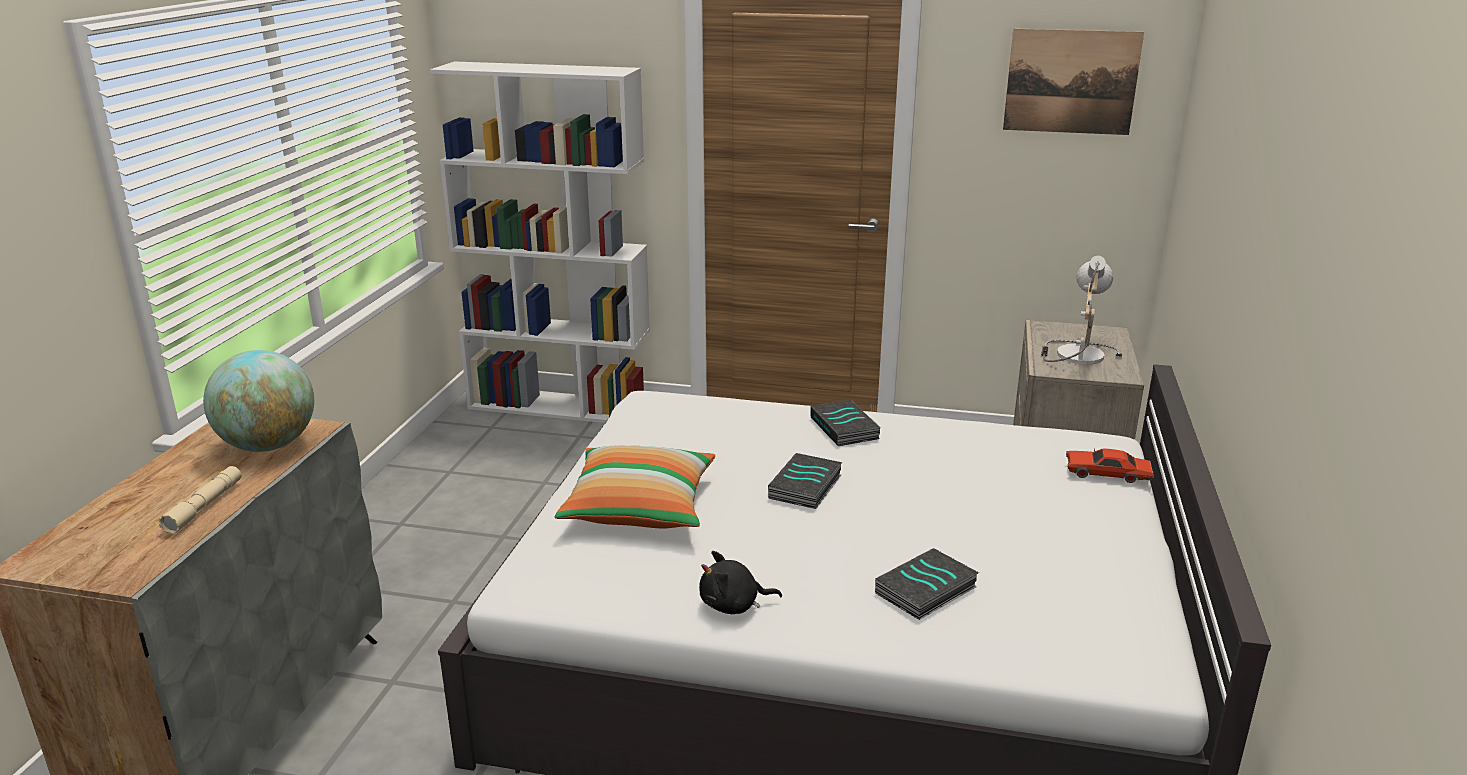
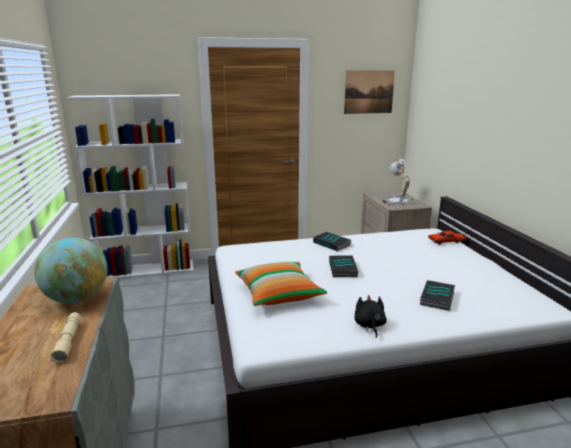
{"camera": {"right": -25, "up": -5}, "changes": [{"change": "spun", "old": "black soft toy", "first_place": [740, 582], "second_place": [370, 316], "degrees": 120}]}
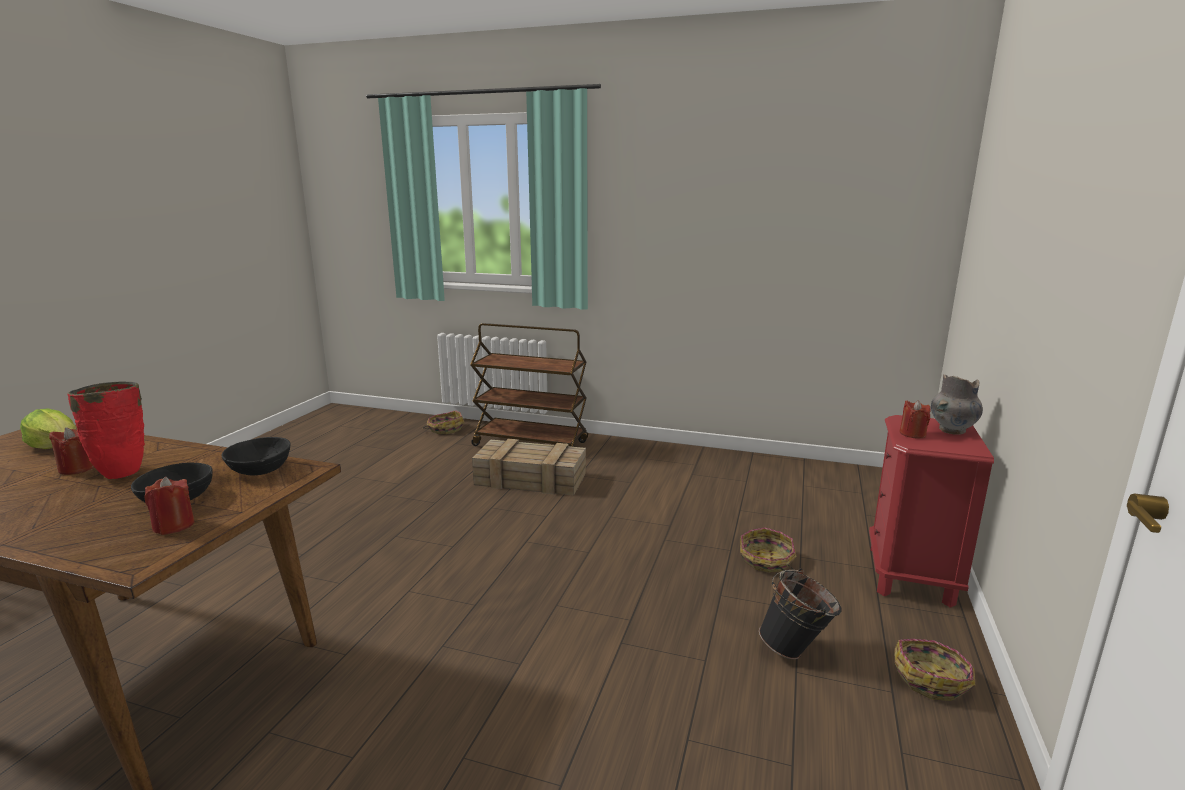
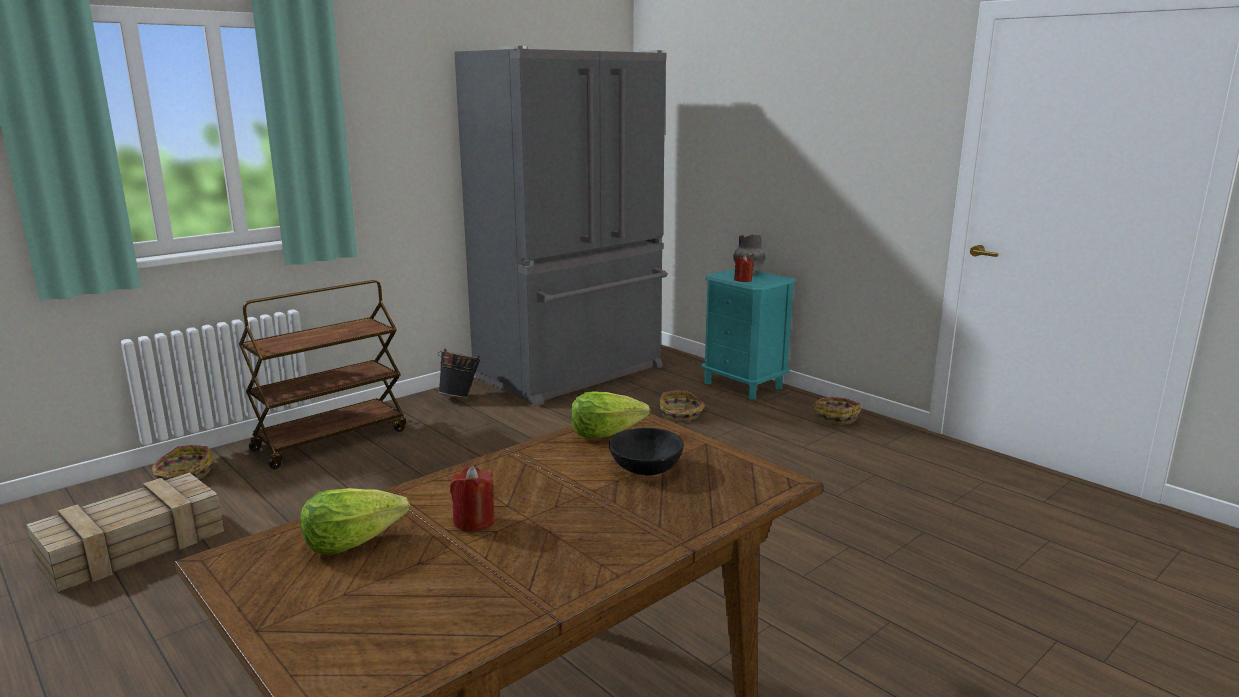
{"camera": {"right": -60, "up": 0}, "changes": [{"change": "relocated", "old": "shipping crate", "first_place": [529, 467], "second_place": [125, 533]}, {"change": "relocated", "old": "black bucket", "first_place": [800, 613], "second_place": [459, 373]}, {"change": "appeared", "new": "grey kitchen fridge", "second_place": [560, 226]}, {"change": "exchanged", "old": "black deep dish", "new": "head of lettuce", "first_place": [256, 456], "second_place": [610, 415]}, {"change": "colour", "old": "reddish nightstand", "new": "turquoise-coloured nightstand", "first_place": [931, 511], "second_place": [749, 334]}, {"change": "missing", "old": "reddish flower vase", "first_place": [106, 430]}, {"change": "missing", "old": "reddish wax candle", "first_place": [169, 506]}]}
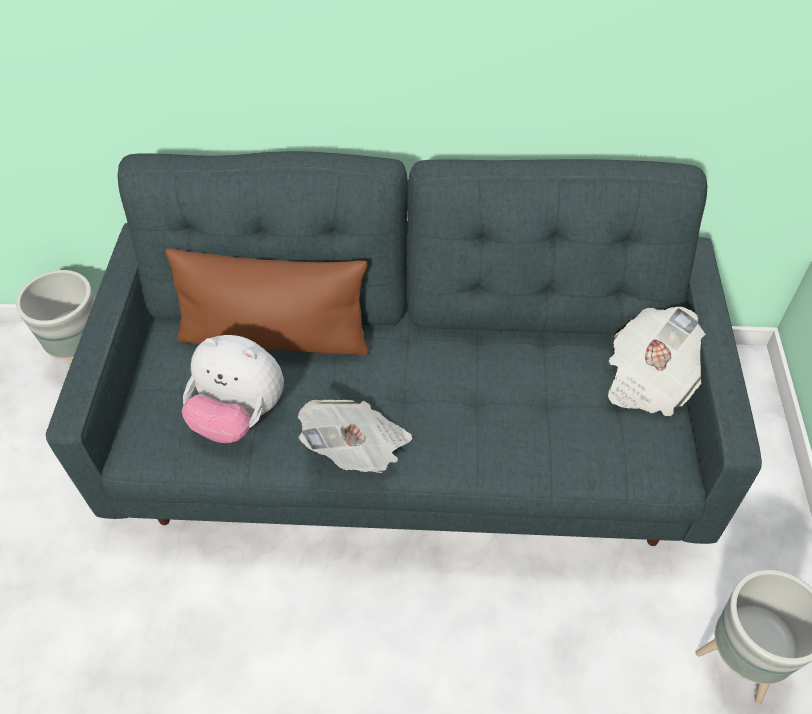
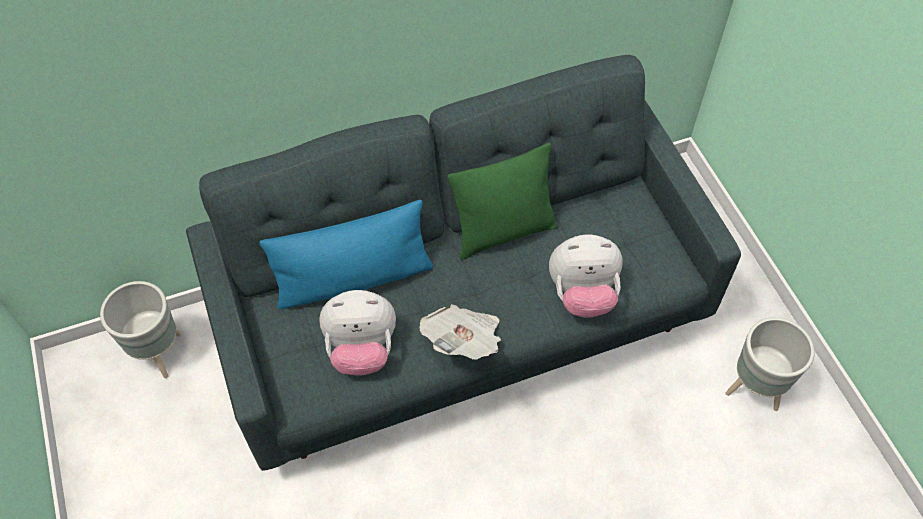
{"camera": {"right": -25, "up": 5}, "changes": [{"change": "colour", "old": "brownish pillow", "new": "blue-coloured pillow", "first_place": [267, 302], "second_place": [346, 255]}, {"change": "appeared", "new": "green pillow", "second_place": [503, 201]}, {"change": "appeared", "new": "soft toy", "second_place": [586, 276]}, {"change": "missing", "old": "newspaper", "first_place": [657, 361]}]}
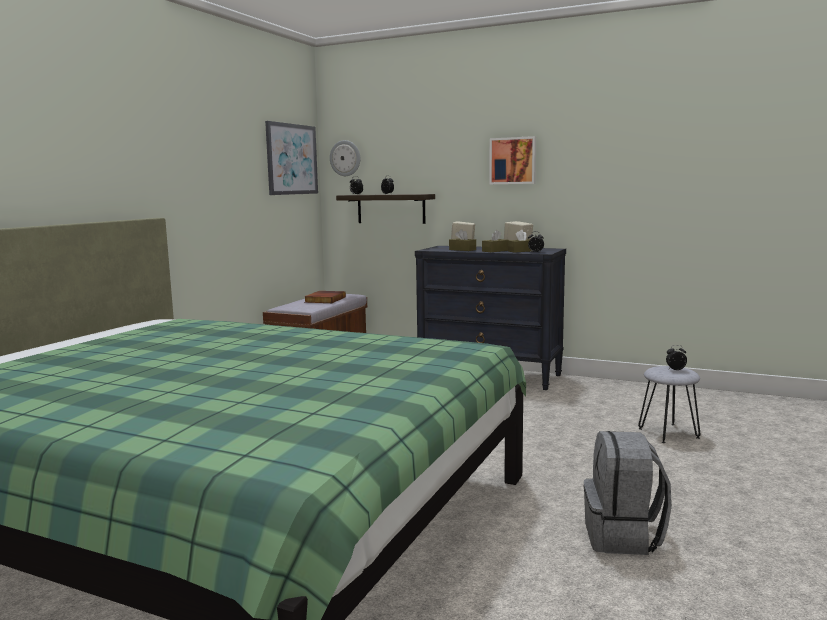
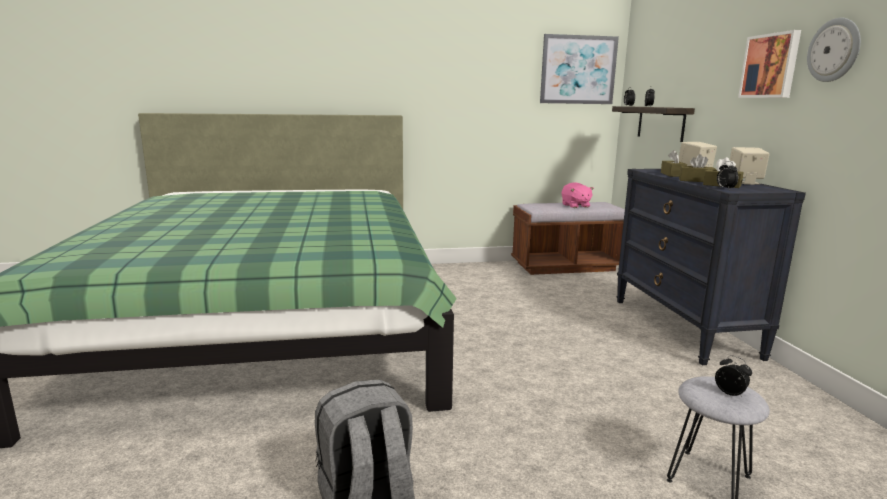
{"camera": {"right": 55, "up": 5}, "changes": [{"change": "exchanged", "old": "volume", "new": "pink soft toy", "first_place": [325, 297], "second_place": [578, 195]}, {"change": "relocated", "old": "wall clock", "first_place": [345, 158], "second_place": [834, 50]}]}
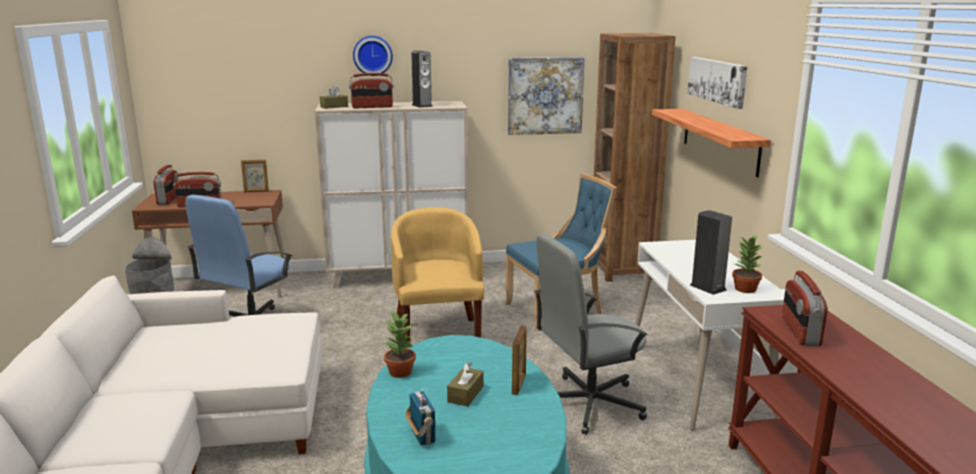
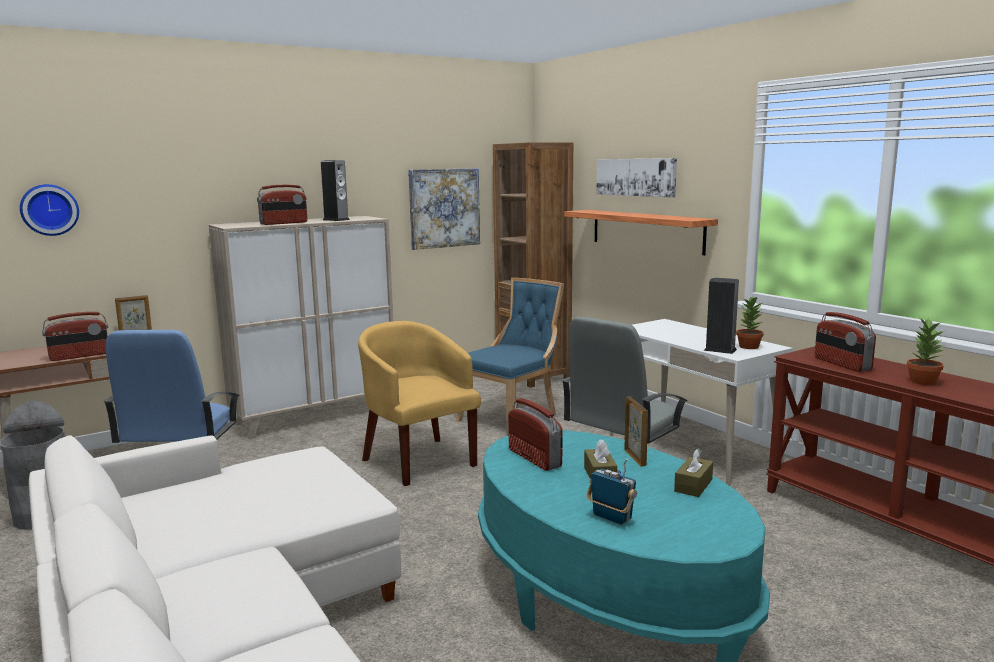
{"camera": {"right": -25, "up": -5}, "changes": [{"change": "relocated", "old": "wall clock", "first_place": [373, 56], "second_place": [49, 210]}, {"change": "relocated", "old": "radio receiver", "first_place": [166, 185], "second_place": [535, 434]}, {"change": "relocated", "old": "brownish box of tissues", "first_place": [334, 97], "second_place": [693, 473]}, {"change": "relocated", "old": "plant in a pot", "first_place": [400, 344], "second_place": [926, 351]}]}
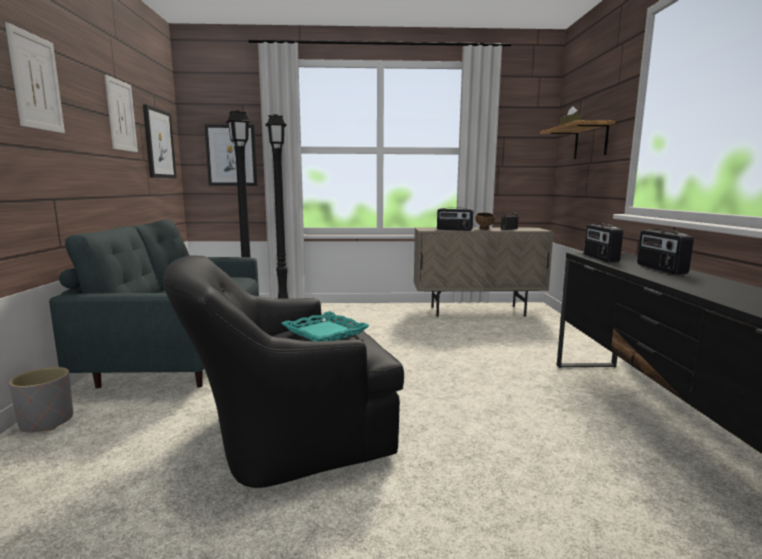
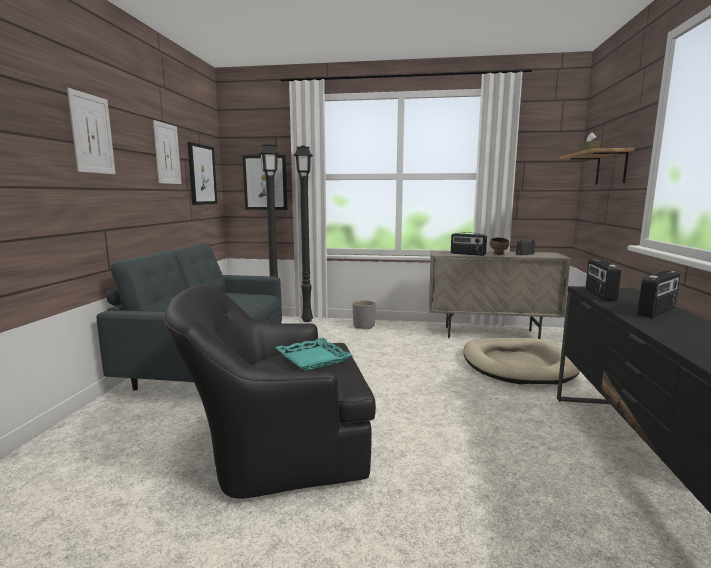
{"camera": {"right": 10, "up": 0}, "changes": [{"change": "relocated", "old": "grey flower pot", "first_place": [41, 399], "second_place": [364, 314]}, {"change": "appeared", "new": "beige dog cushion", "second_place": [522, 361]}, {"change": "spun", "old": "radio receiver", "first_place": [665, 251], "second_place": [658, 294], "degrees": -135}]}
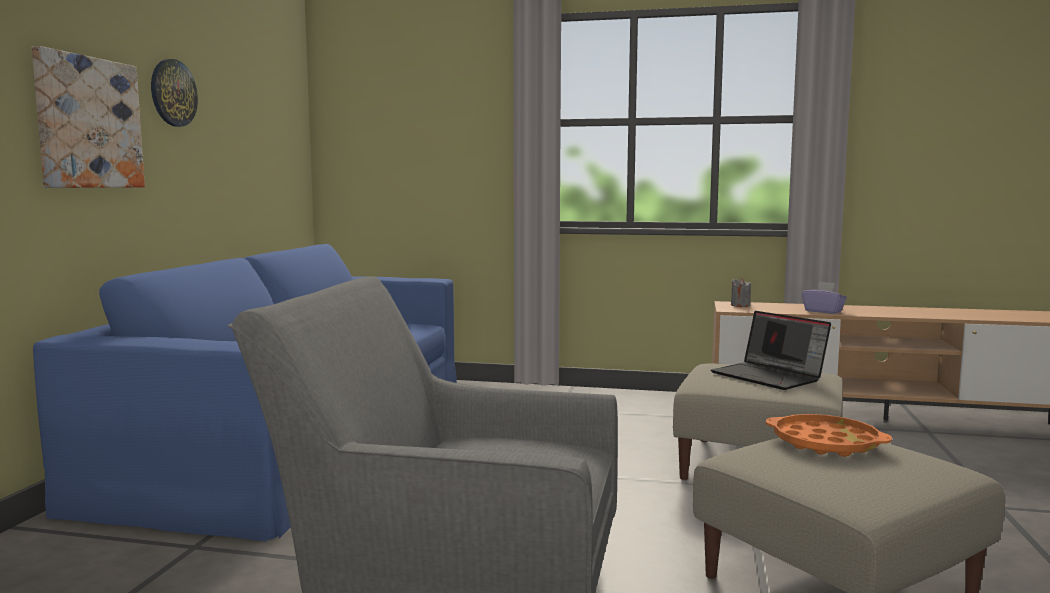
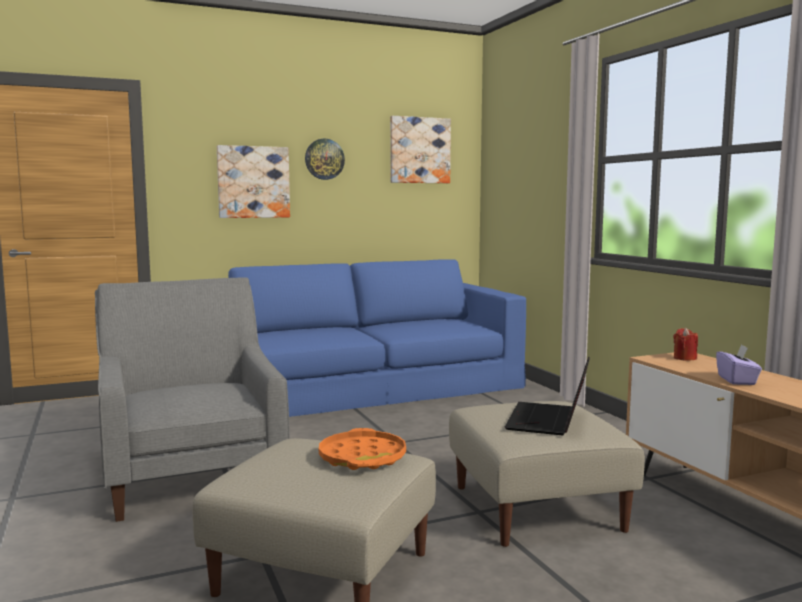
{"camera": {"right": 55, "up": 0}, "changes": [{"change": "appeared", "new": "picture", "second_place": [420, 149]}, {"change": "colour", "old": "grey wax candle", "new": "reddish wax candle", "first_place": [741, 292], "second_place": [685, 344]}]}
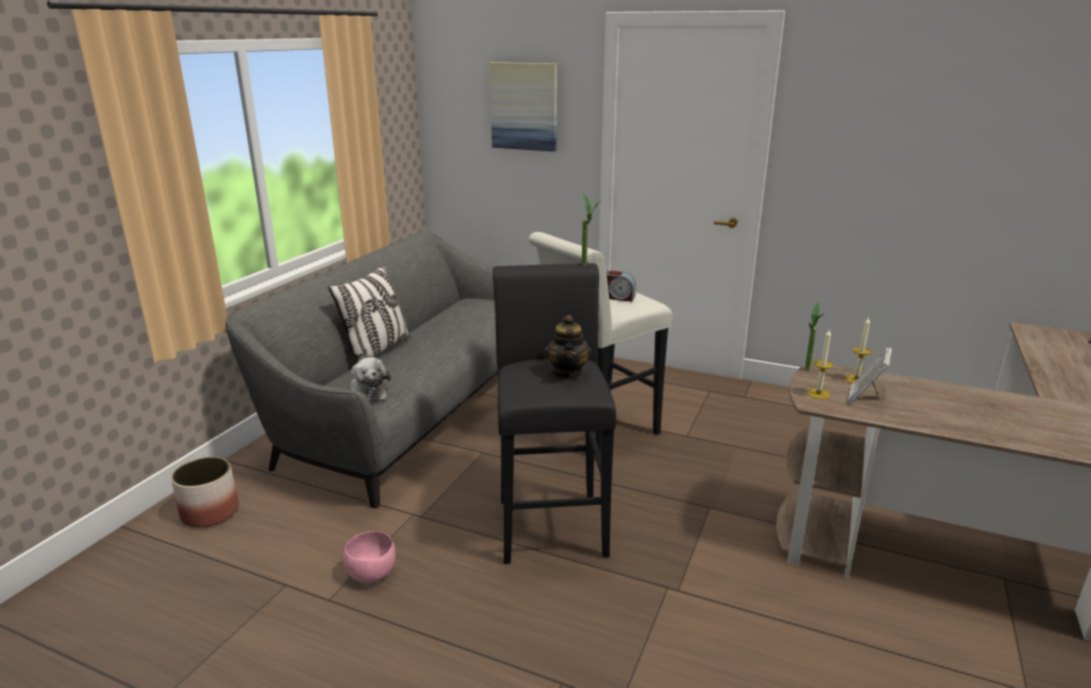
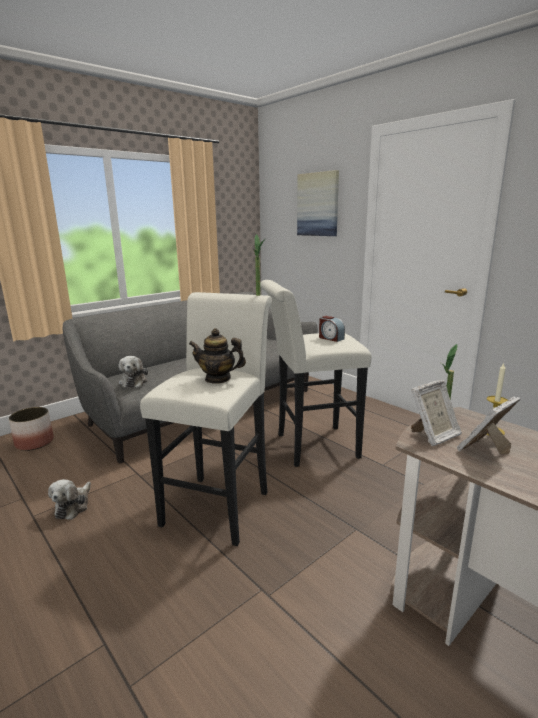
{"camera": {"right": 25, "up": -5}, "changes": [{"change": "exchanged", "old": "pink deep dish", "new": "soft toy", "first_place": [369, 557], "second_place": [69, 499]}, {"change": "colour", "old": "black sitting stool", "new": "white sitting stool", "first_place": [554, 414], "second_place": [206, 419]}, {"change": "spun", "old": "tea pot", "first_place": [568, 347], "second_place": [217, 356], "degrees": 75}, {"change": "exchanged", "old": "wax candle", "new": "photo frame", "first_place": [820, 364], "second_place": [436, 413]}, {"change": "missing", "old": "pillow", "first_place": [369, 314]}]}
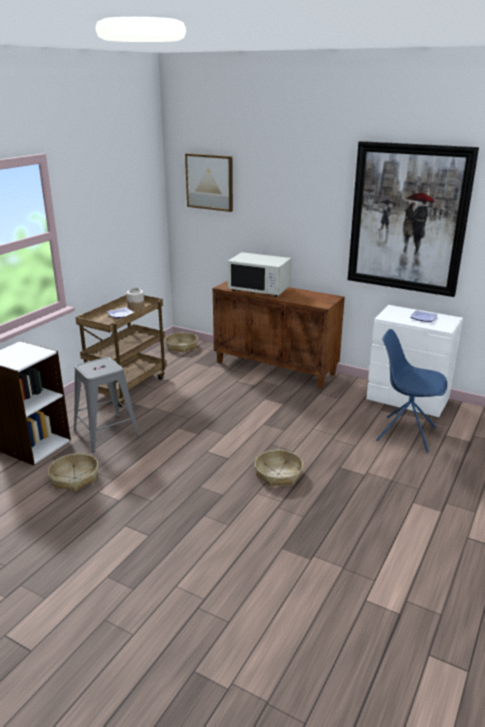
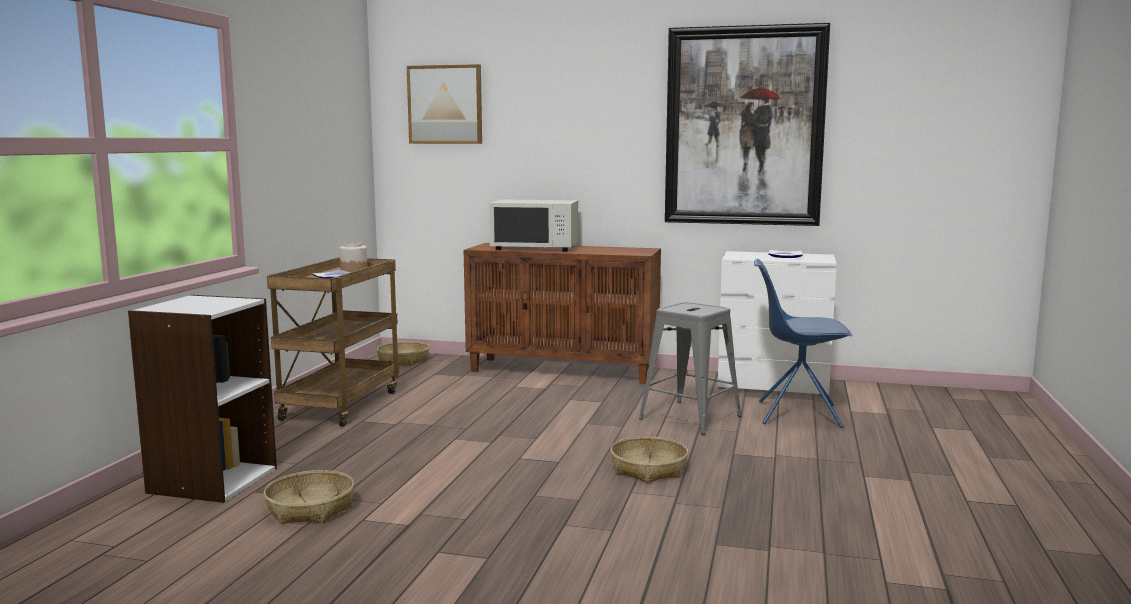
{"camera": {"right": -15, "up": -15}, "changes": [{"change": "relocated", "old": "grey sitting stool", "first_place": [107, 405], "second_place": [690, 368]}]}
